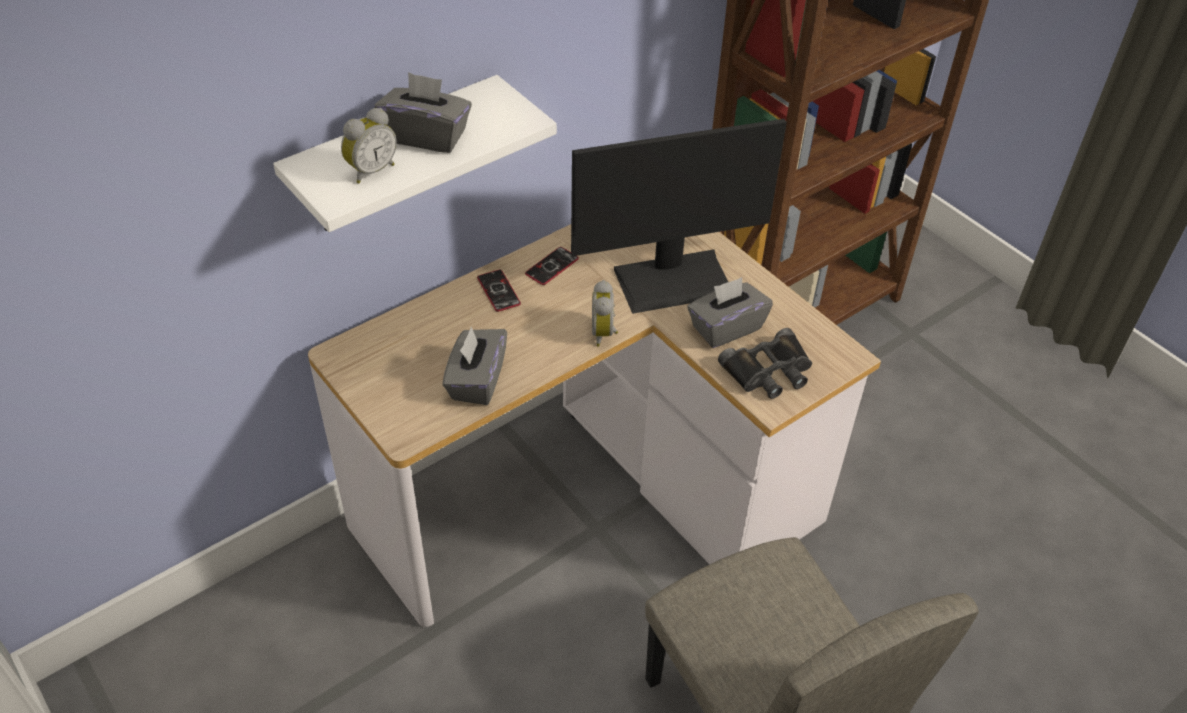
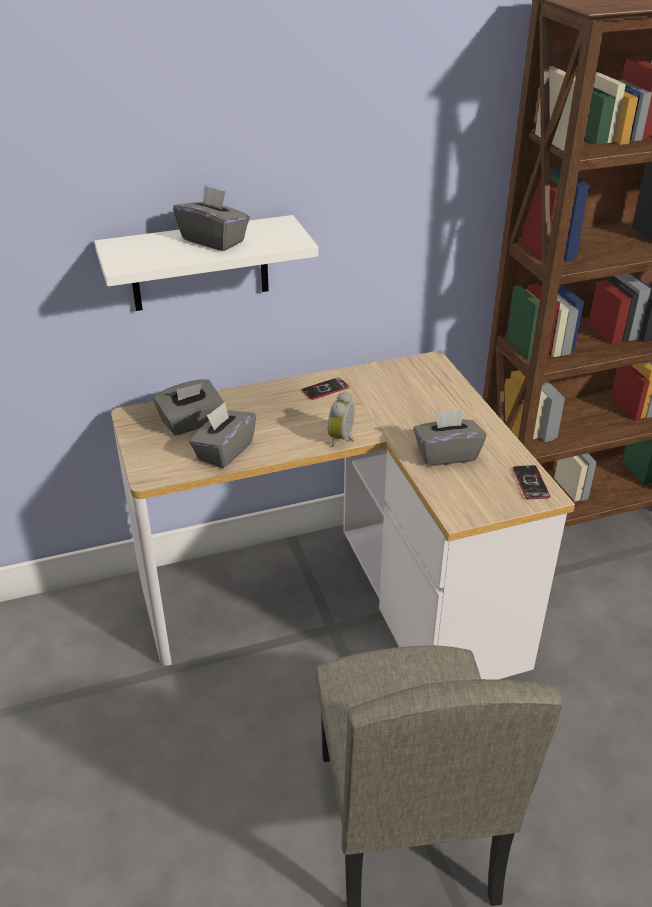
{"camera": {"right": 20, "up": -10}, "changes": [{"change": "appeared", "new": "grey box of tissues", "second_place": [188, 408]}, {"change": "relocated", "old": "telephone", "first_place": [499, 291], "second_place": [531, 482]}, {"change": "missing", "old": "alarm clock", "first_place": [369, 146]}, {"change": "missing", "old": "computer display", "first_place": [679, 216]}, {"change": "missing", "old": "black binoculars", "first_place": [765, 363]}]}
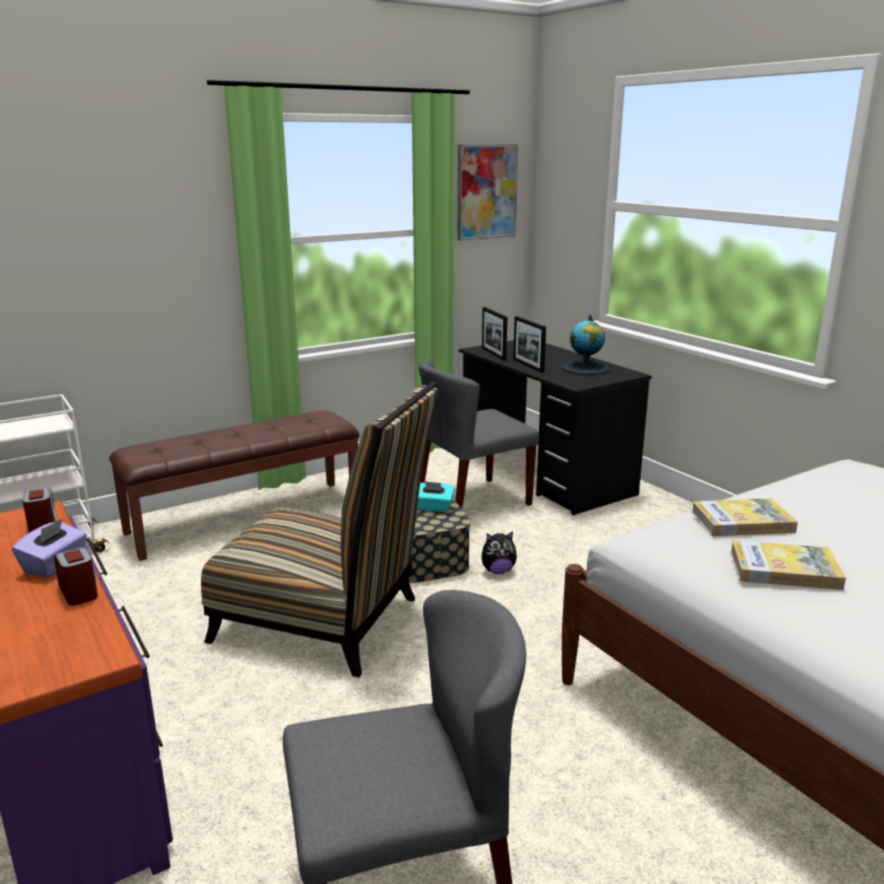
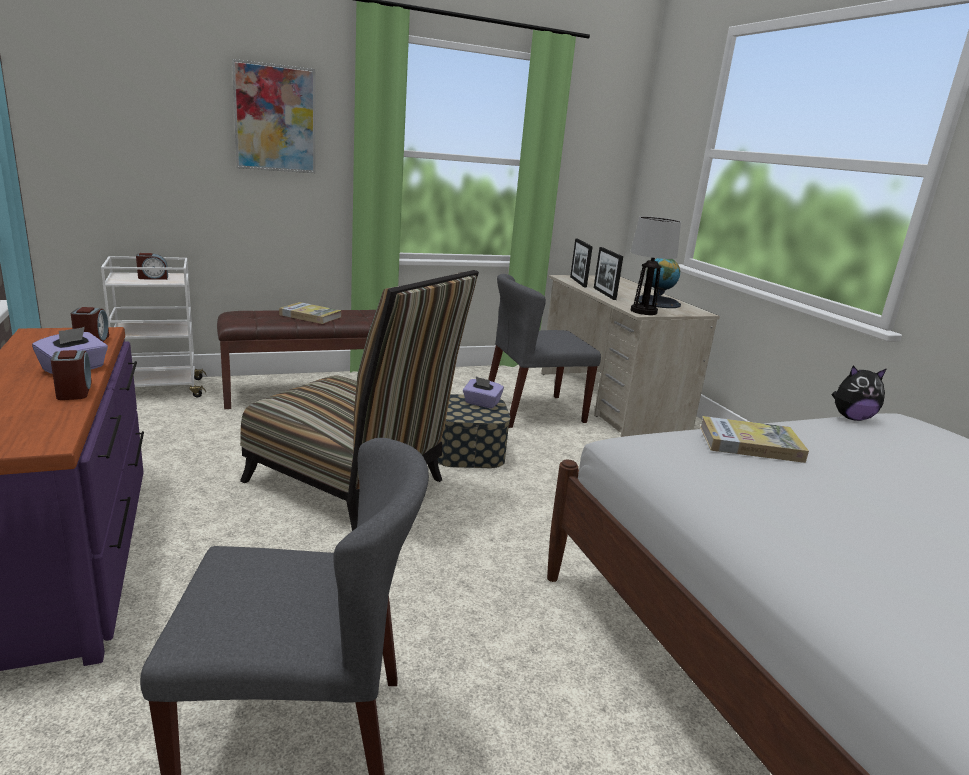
{"camera": {"right": 10, "up": 0}, "changes": [{"change": "appeared", "new": "alarm clock", "second_place": [152, 266]}, {"change": "relocated", "old": "picture", "first_place": [487, 192], "second_place": [274, 116]}, {"change": "relocated", "old": "volume", "first_place": [788, 565], "second_place": [310, 313]}, {"change": "colour", "old": "turquoise-coloured box of tissues", "new": "purple-coloured box of tissues", "first_place": [436, 496], "second_place": [483, 393]}, {"change": "colour", "old": "black desk", "new": "beige desk", "first_place": [555, 428], "second_place": [630, 356]}, {"change": "appeared", "new": "table lamp", "second_place": [656, 265]}, {"change": "relocated", "old": "soft toy", "first_place": [499, 552], "second_place": [859, 393]}]}
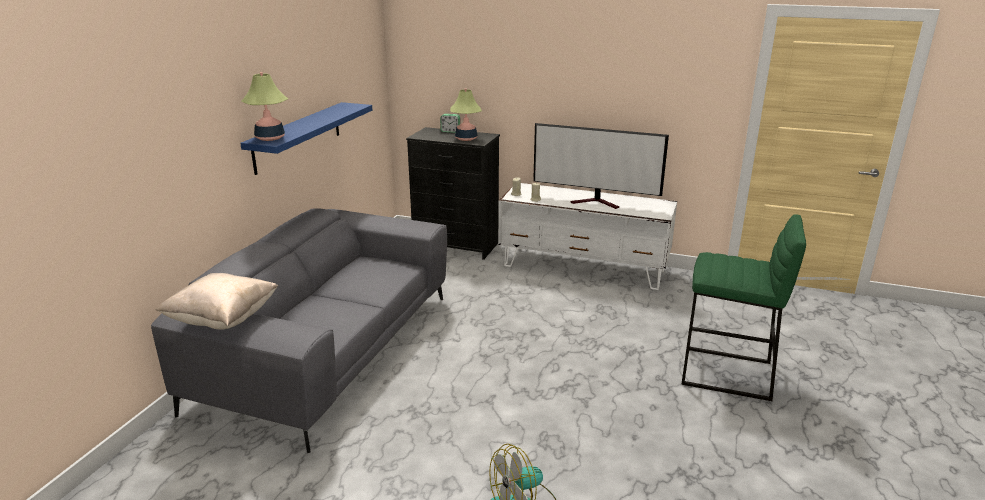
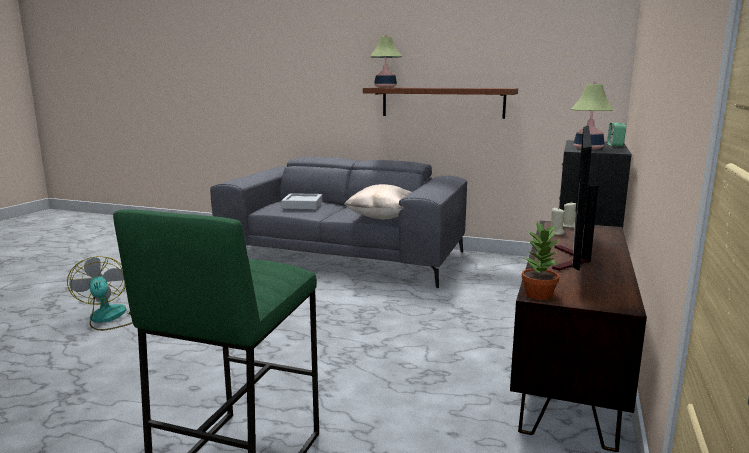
{"camera": {"right": 90, "up": -10}, "changes": [{"change": "appeared", "new": "grey carrying tray", "second_place": [301, 201]}, {"change": "relocated", "old": "beige pillow", "first_place": [217, 301], "second_place": [378, 201]}, {"change": "colour", "old": "blue-coloured shelf", "new": "brownish shelf", "first_place": [306, 138], "second_place": [440, 103]}, {"change": "colour", "old": "white tv stand", "new": "brownish tv stand", "first_place": [587, 236], "second_place": [578, 336]}, {"change": "appeared", "new": "plant in a pot", "second_place": [540, 260]}]}
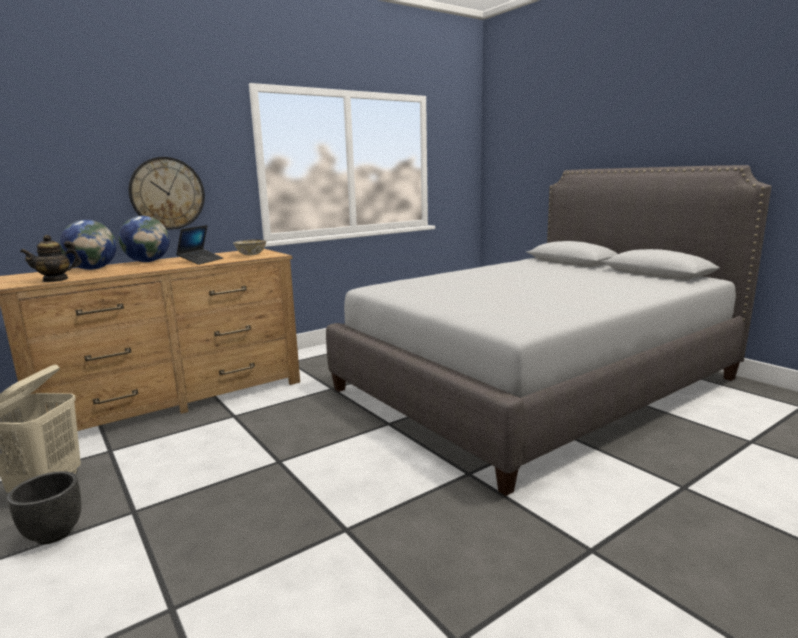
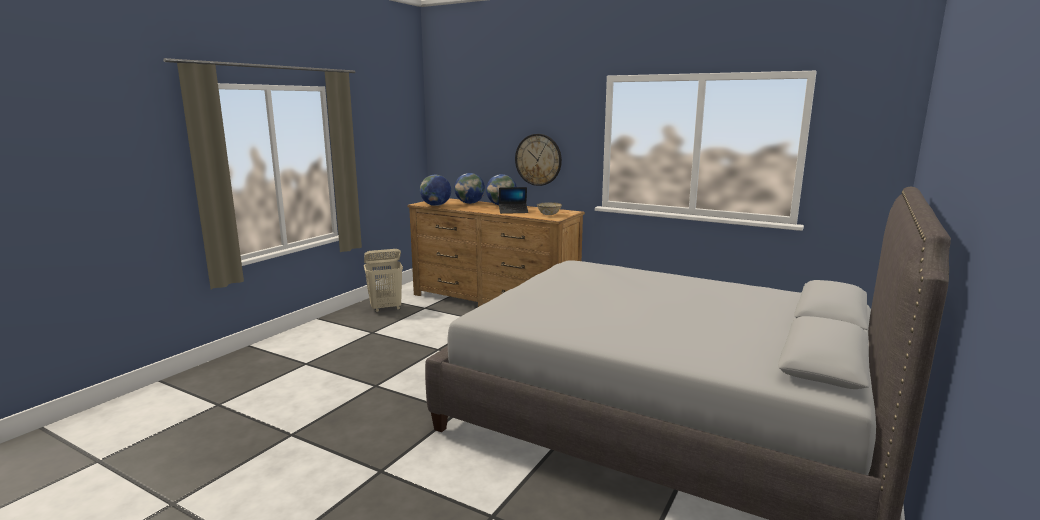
{"camera": {"right": 65, "up": 0}, "changes": [{"change": "exchanged", "old": "tea pot", "new": "desk globe", "first_place": [51, 258], "second_place": [435, 190]}, {"change": "missing", "old": "black flower pot", "first_place": [44, 507]}]}
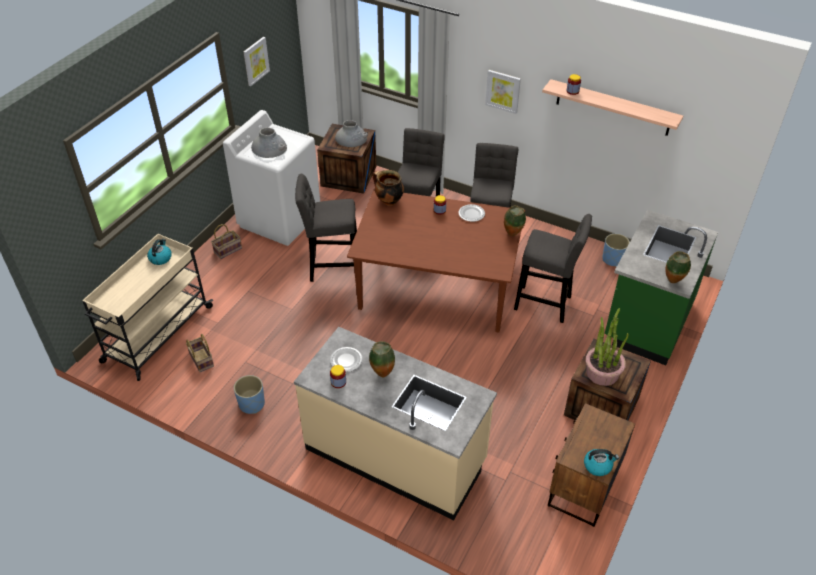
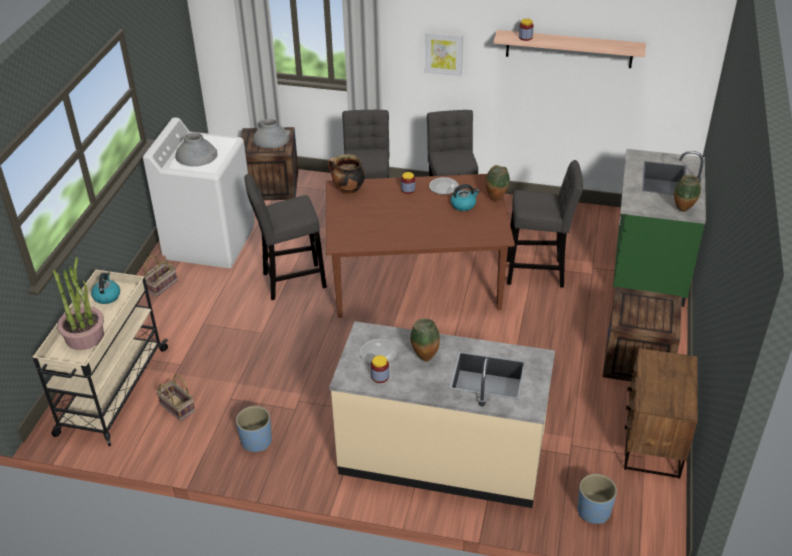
{"camera": {"right": -15, "up": -5}, "changes": [{"change": "relocated", "old": "plant in a pot", "first_place": [606, 347], "second_place": [78, 303]}, {"change": "relocated", "old": "tea kettle", "first_place": [601, 462], "second_place": [465, 197]}, {"change": "relocated", "old": "blue-coloured flower pot", "first_place": [616, 250], "second_place": [597, 499]}, {"change": "missing", "old": "picture", "first_place": [257, 61]}]}
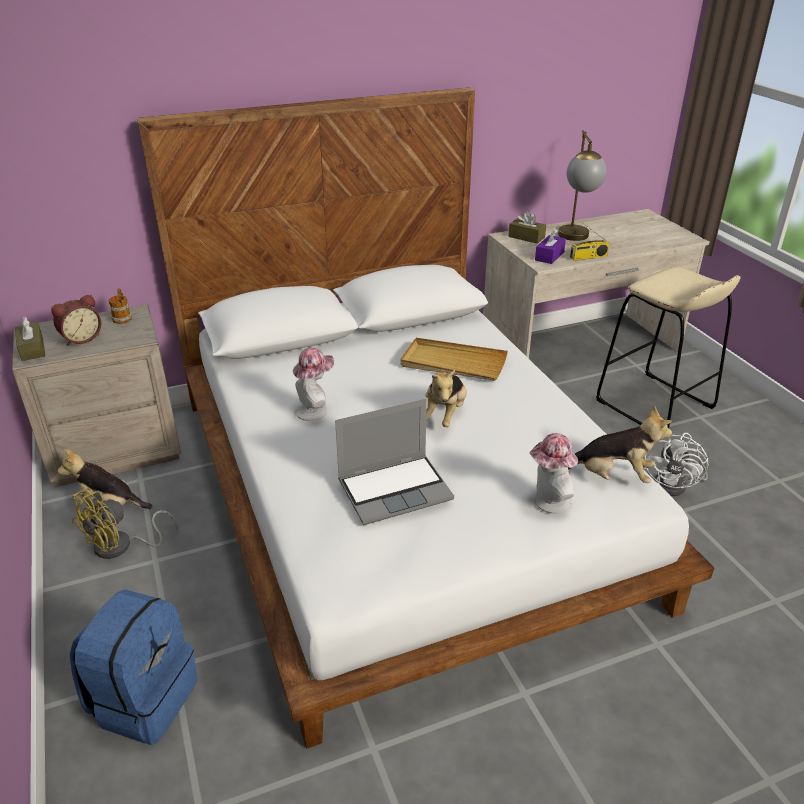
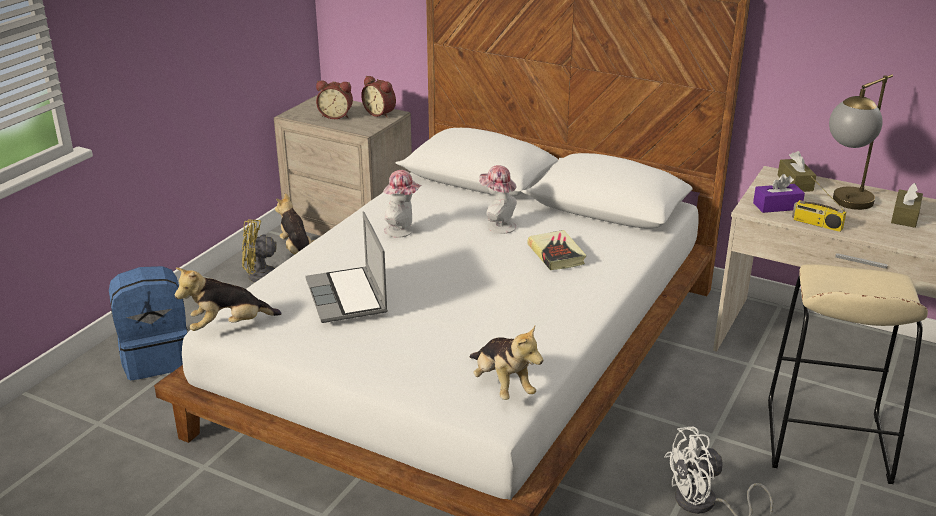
{"camera": {"right": 50, "up": -5}, "changes": [{"change": "relocated", "old": "soft toy", "first_place": [446, 398], "second_place": [228, 299]}, {"change": "spun", "old": "portable computer", "first_place": [394, 462], "second_place": [346, 267], "degrees": 45}, {"change": "exchanged", "old": "tea mug", "new": "alarm clock", "first_place": [120, 306], "second_place": [378, 97]}, {"change": "relocated", "old": "clothing hat", "first_place": [553, 473], "second_place": [498, 199]}, {"change": "exchanged", "old": "beige carrying tray", "new": "volume", "first_place": [454, 359], "second_place": [557, 250]}, {"change": "relocated", "old": "brownish box of tissues", "first_place": [30, 339], "second_place": [907, 205]}]}
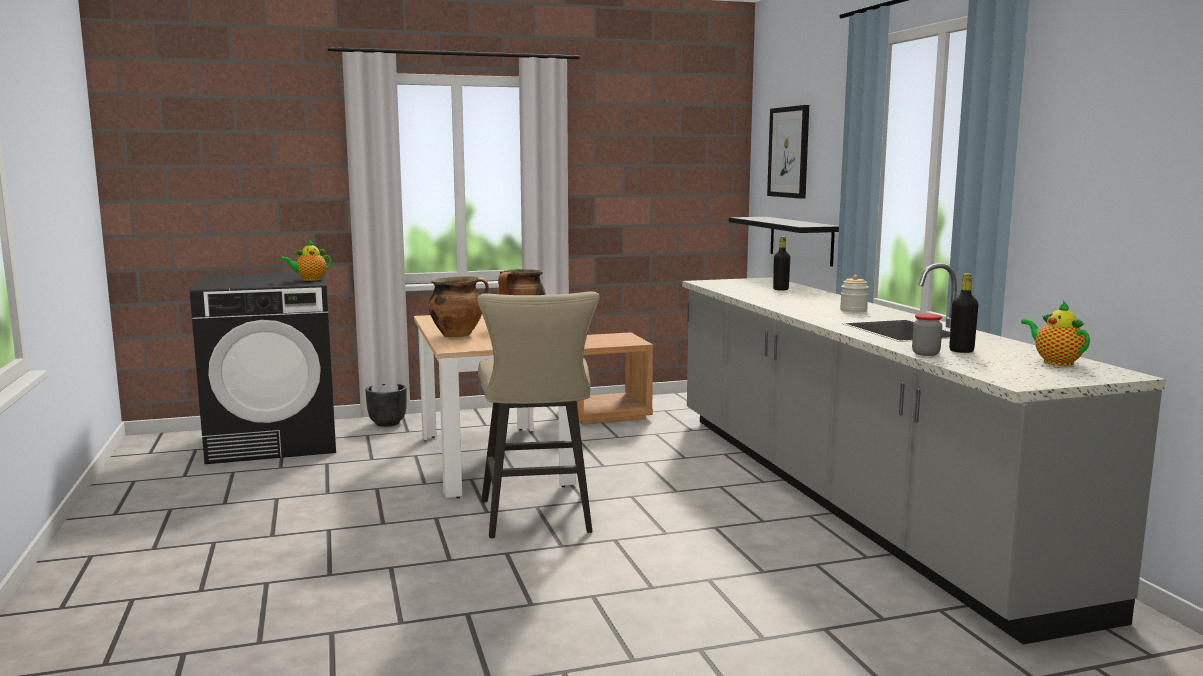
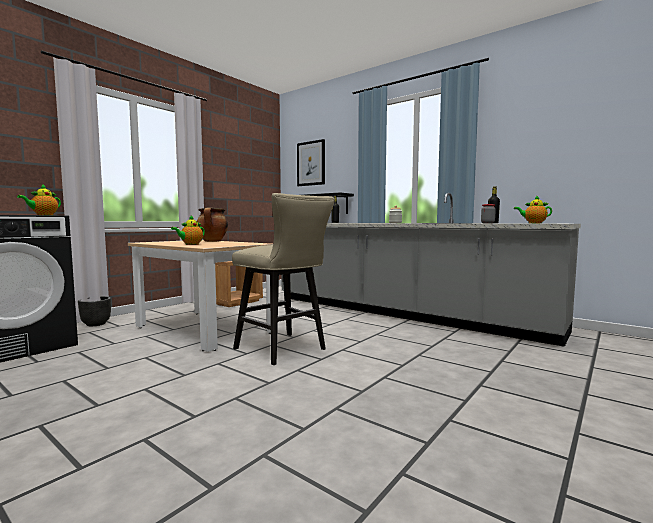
{"camera": {"right": -35, "up": -5}, "changes": [{"change": "exchanged", "old": "stockpot", "new": "tea pot", "first_place": [459, 306], "second_place": [188, 230]}]}
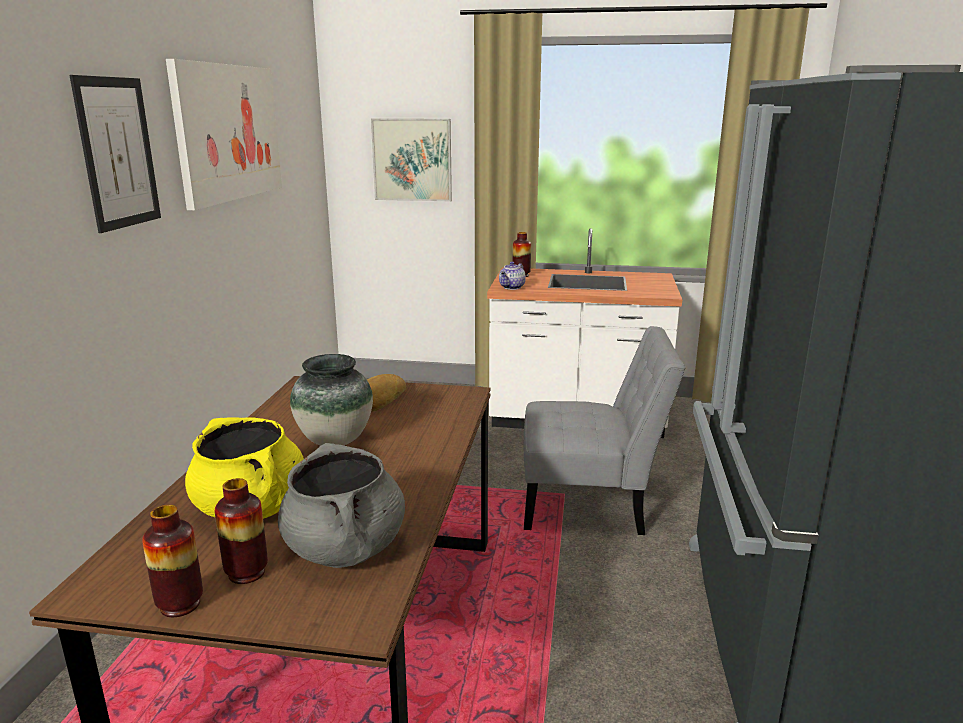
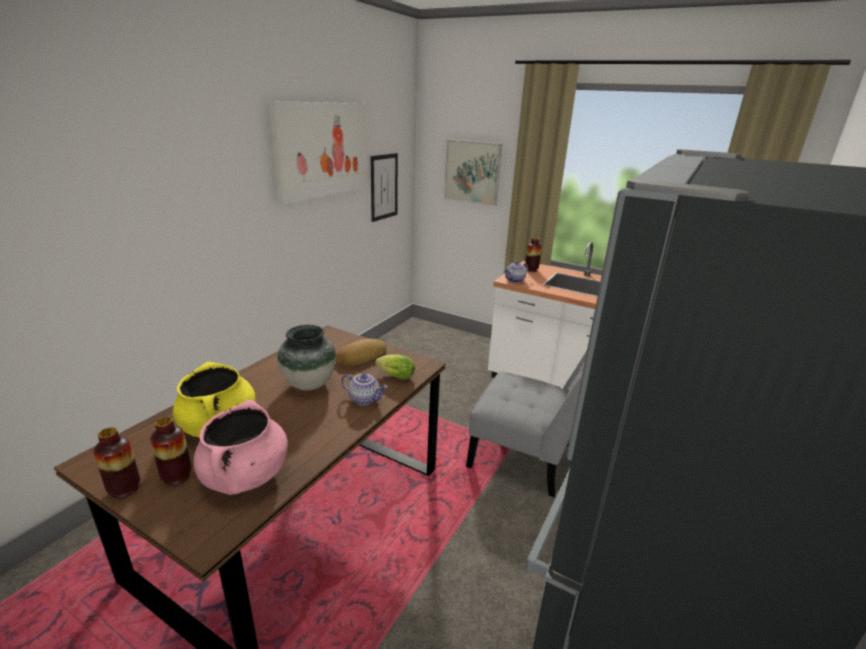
{"camera": {"right": 20, "up": 5}, "changes": [{"change": "colour", "old": "grey stockpot", "new": "pink stockpot", "first_place": [341, 505], "second_place": [240, 447]}, {"change": "appeared", "new": "tea pot", "second_place": [364, 389]}, {"change": "relocated", "old": "picture", "first_place": [115, 154], "second_place": [384, 187]}, {"change": "appeared", "new": "head of lettuce", "second_place": [395, 367]}]}
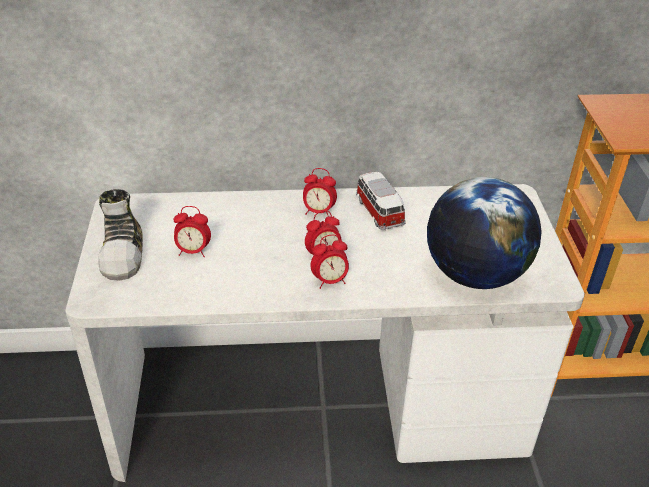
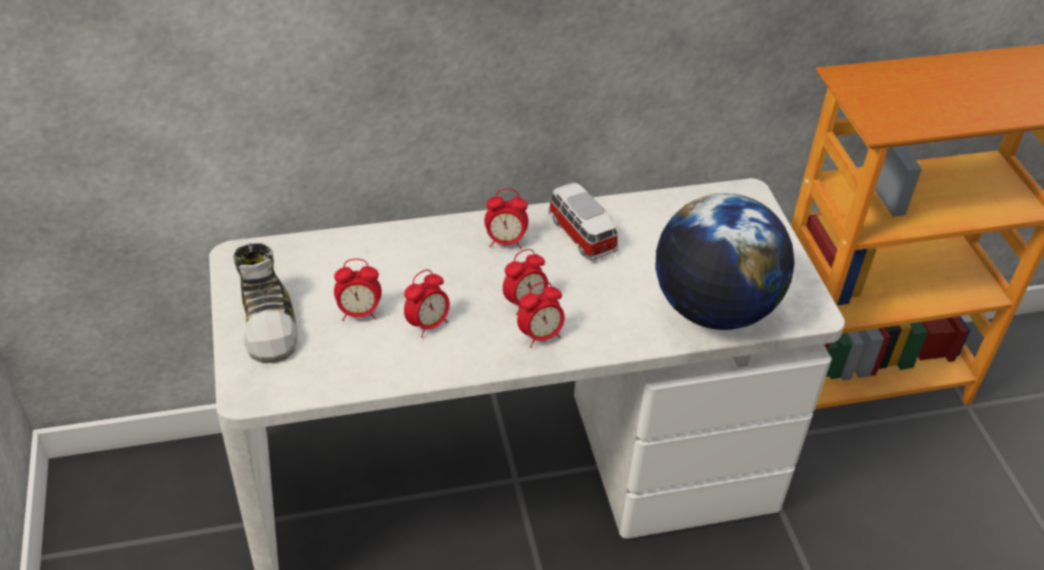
{"camera": {"right": -10, "up": 5}, "changes": [{"change": "appeared", "new": "alarm clock", "second_place": [427, 303]}]}
